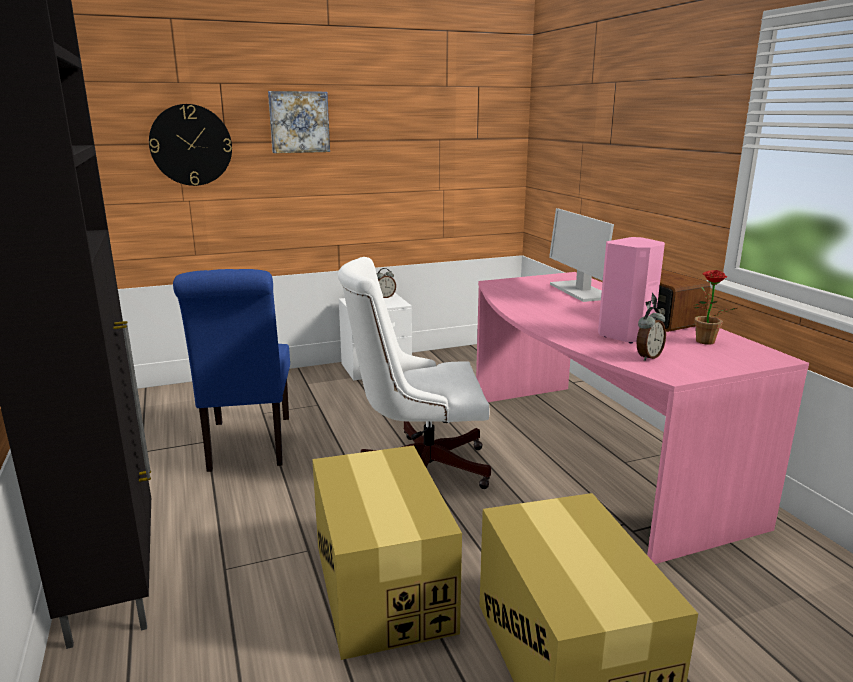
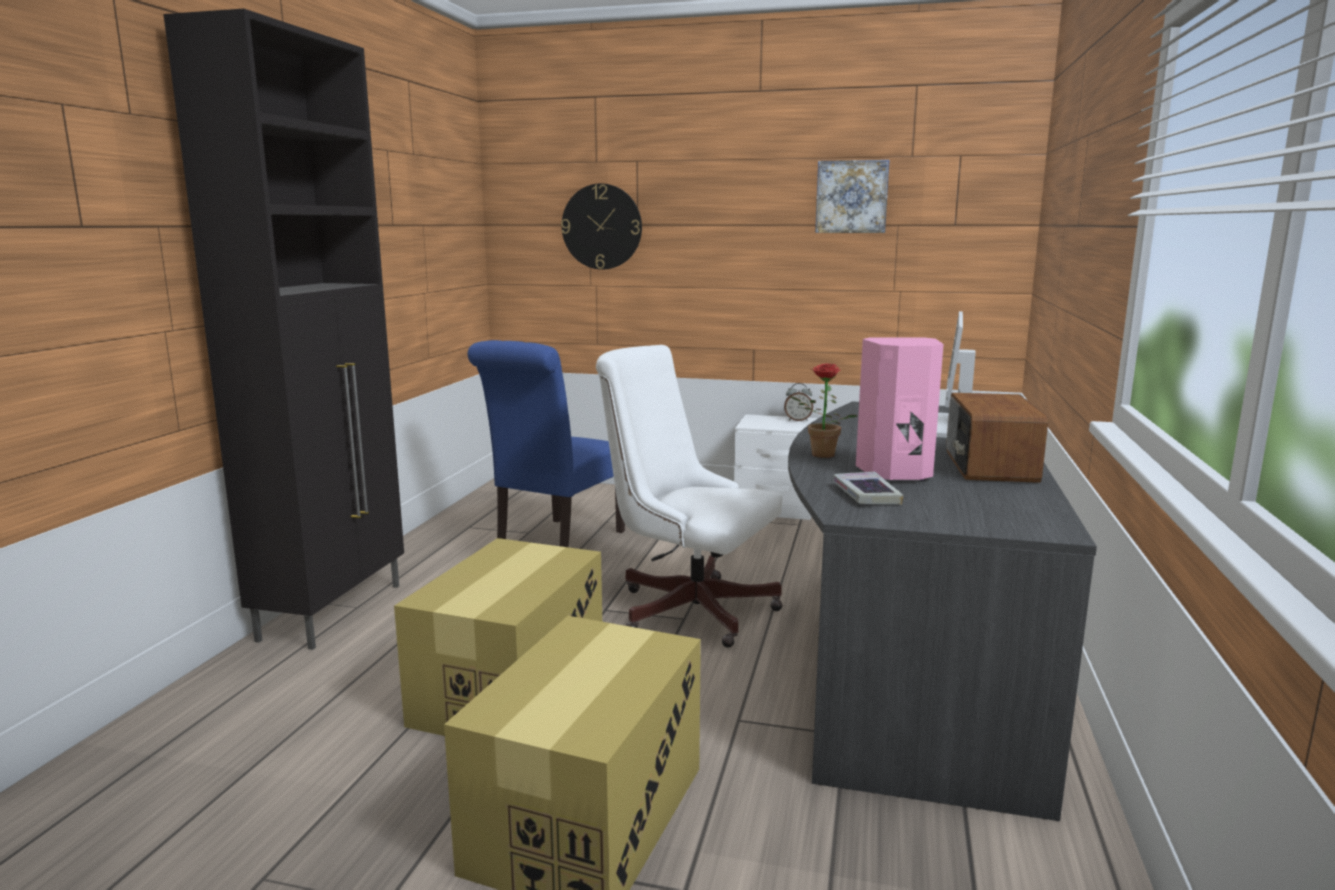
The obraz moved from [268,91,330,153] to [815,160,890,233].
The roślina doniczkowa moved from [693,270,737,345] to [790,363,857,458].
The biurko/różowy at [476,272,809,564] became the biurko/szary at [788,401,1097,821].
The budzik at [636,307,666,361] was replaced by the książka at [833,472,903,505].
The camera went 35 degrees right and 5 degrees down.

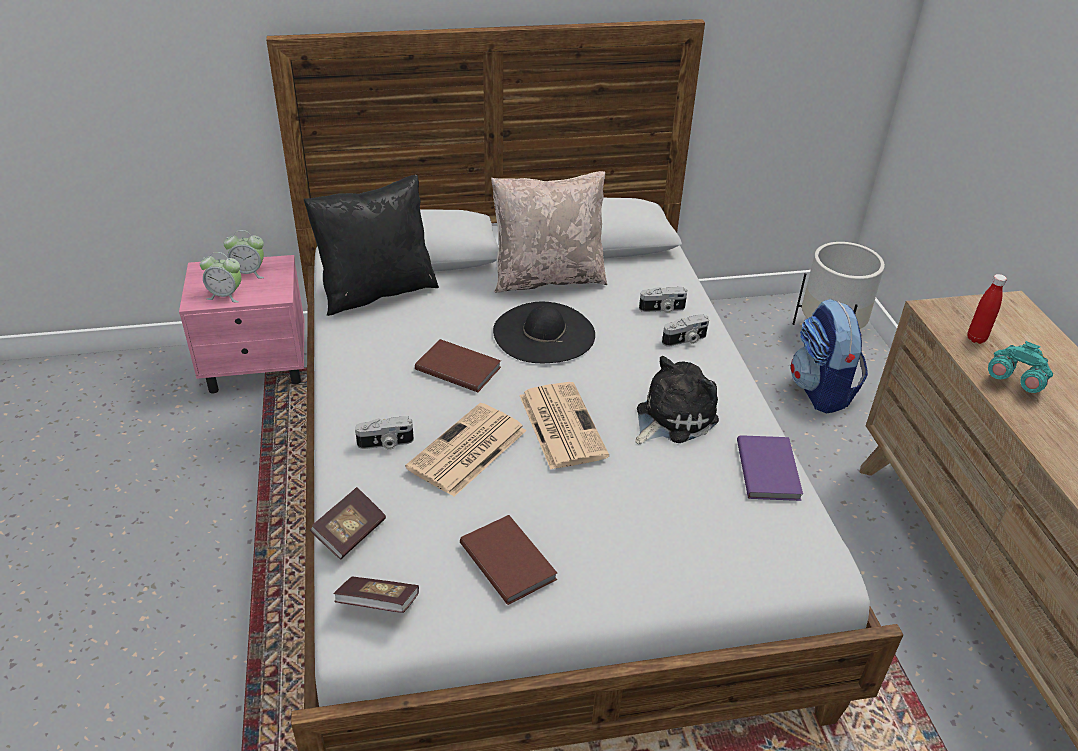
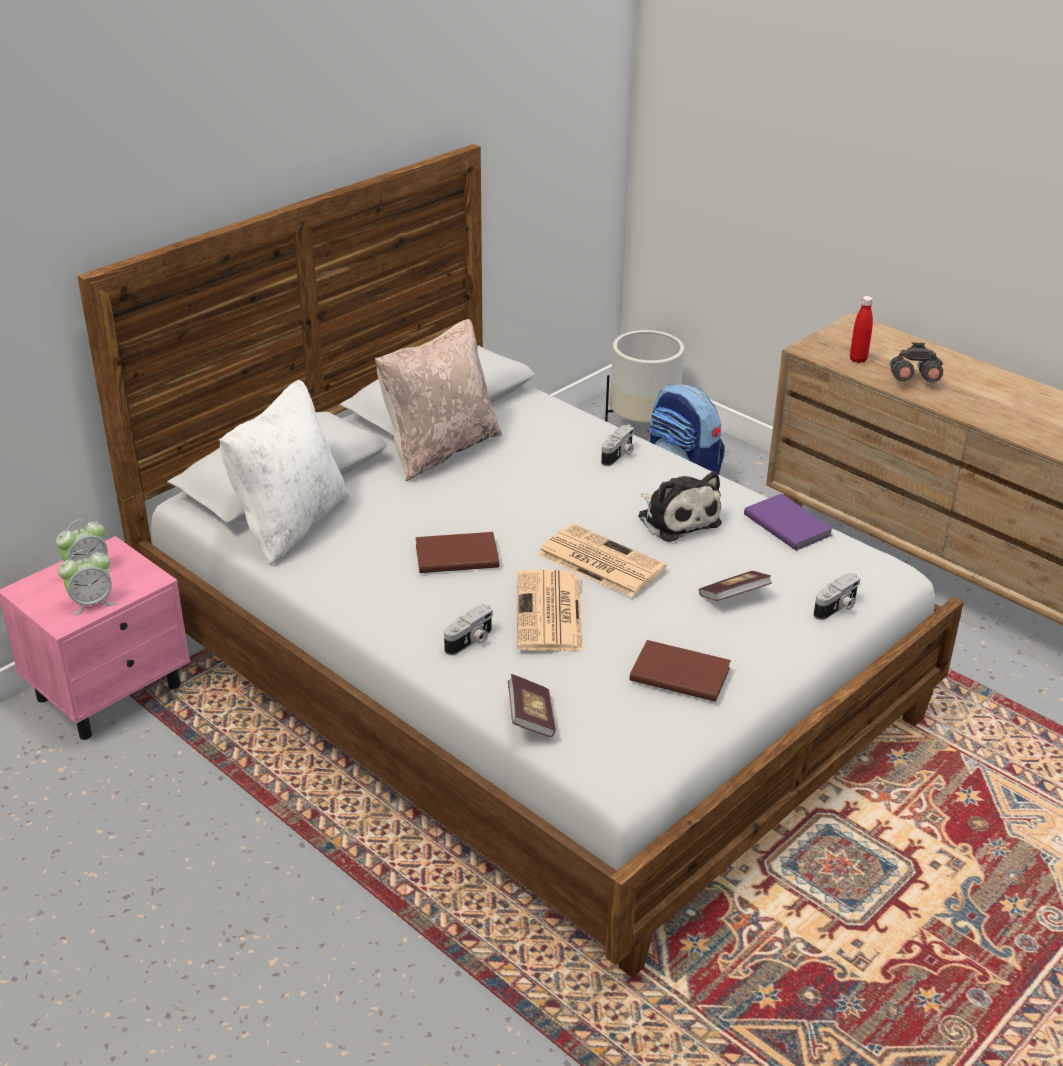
The poduszka/czarny at [304,175,439,316] became the poduszka/biały at [219,380,350,565].
The aparat fotograficzny moved from [639,287,687,313] to [814,573,860,620].
The kapelusz/czarny at [493,302,595,363] disappeared.
The lornetka/turkusowy at [988,341,1053,393] became the lornetka/szary at [890,342,943,383].
The pluszak at [635,356,719,444] turned 135 degrees clockwise.
The książka moved from [334,577,419,613] to [699,571,772,601].
The camera went 35 degrees left and 5 degrees down.

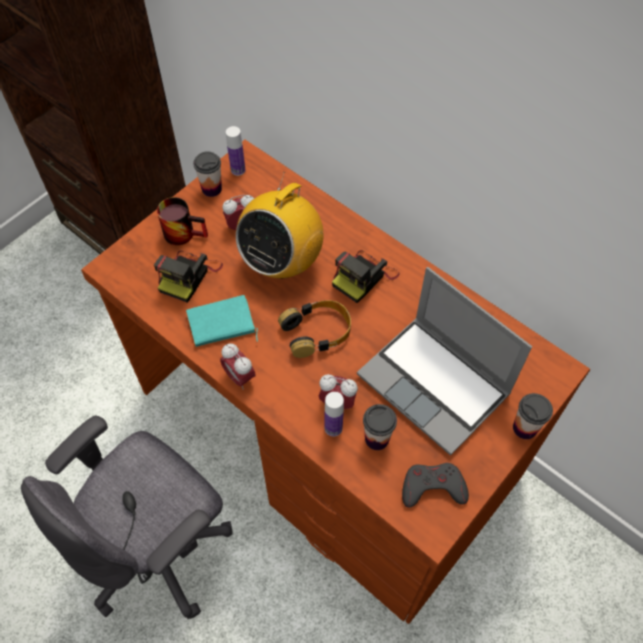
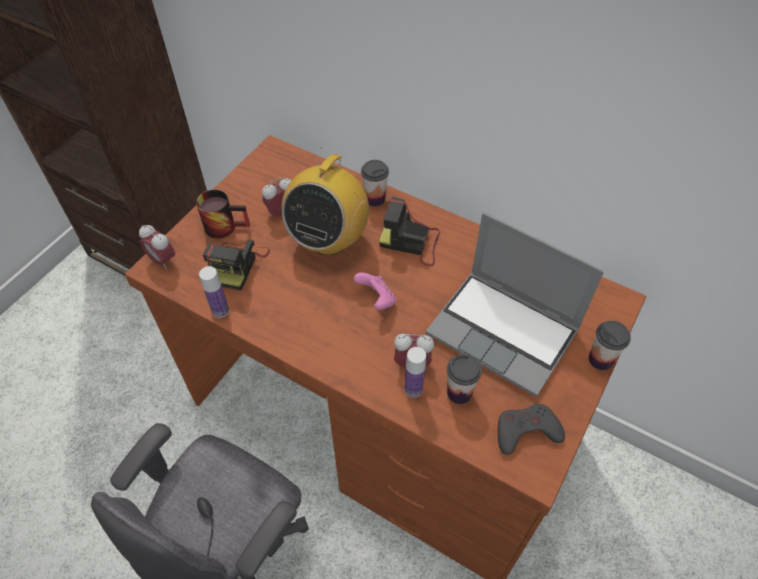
The butelka moved from [226,126,245,176] to [199,266,229,318].
The filiżanka moved from [193,151,222,197] to [361,160,389,206].
The aparat fotograficzny at [332,250,400,303] turned 75 degrees clockwise.
The książka/turkusowy at [186,295,258,347] disappeared.
The słuchawki at [278,300,351,358] was replaced by the pad do gier/różowy at [354,272,396,310].
The budzik moved from [220,343,256,390] to [139,225,175,270].
The camera went 10 degrees left and 5 degrees down.

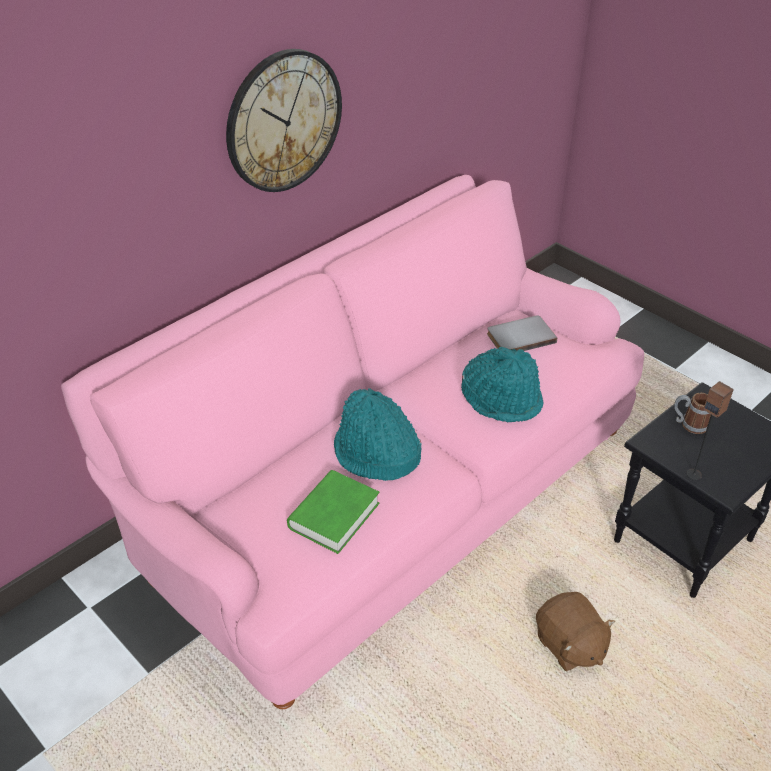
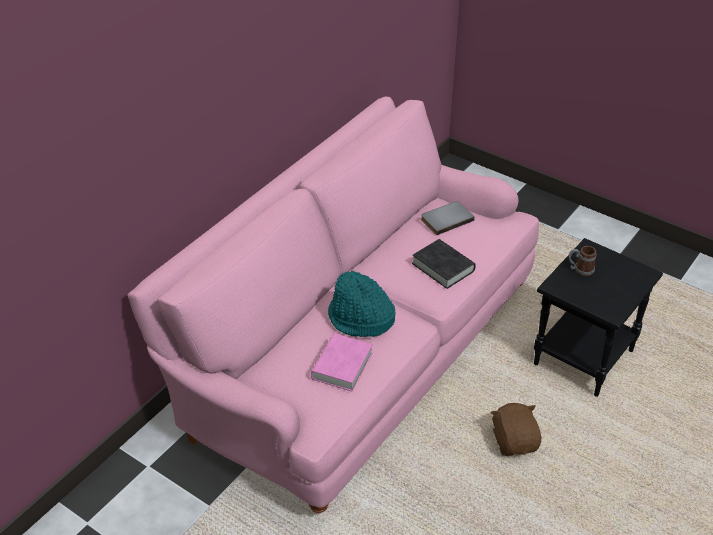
The zegar ścienny at [226,49,342,192] disappeared.
The kapelusz/turkusowy at [461,347,543,422] was replaced by the książka/czarny at [412,239,476,289].
The głośnik at [686,381,734,480] disappeared.
The książka/zielony at [287,470,379,554] became the książka/różowy at [311,334,373,392].
The pluszak/brązowy at [536,592,615,671] turned 150 degrees counterclockwise.
The camera went 10 degrees left and 0 degrees up.

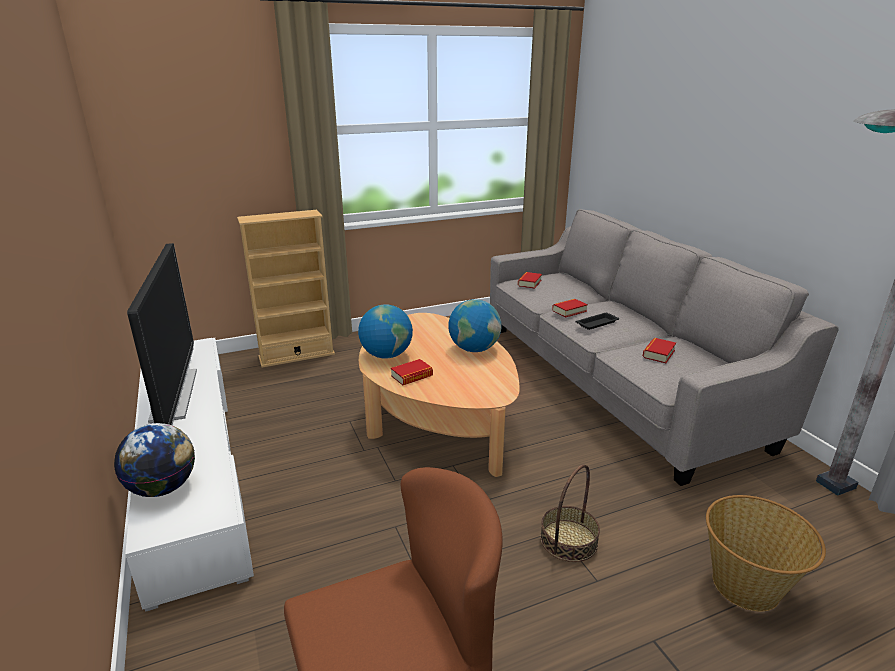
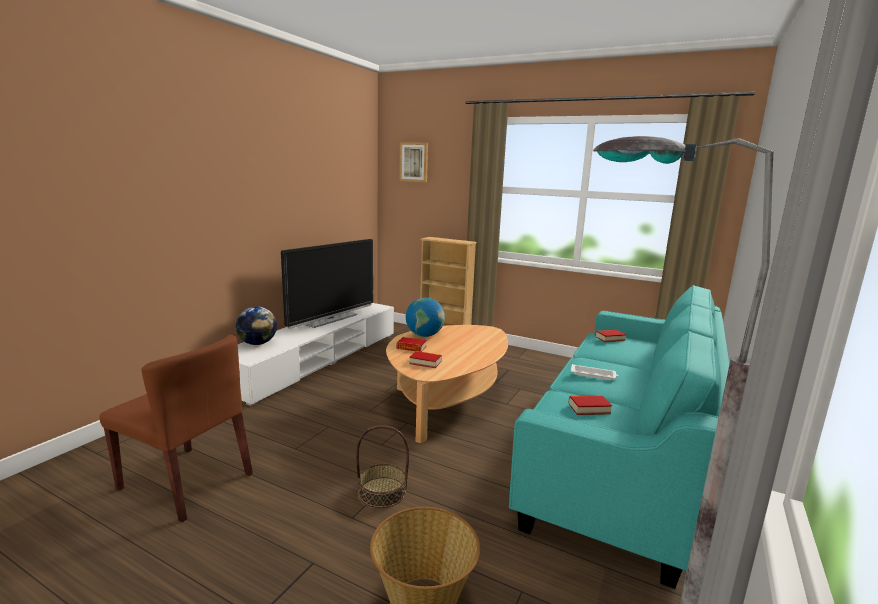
The kanapa/szary at [490,209,839,486] became the kanapa/turkusowy at [509,285,729,589].
The globus at [448,299,501,352] disappeared.
The książka moved from [552,299,588,317] to [409,351,442,368].
The taca/czarny at [576,313,619,330] became the taca/biały at [571,364,618,380].
The obraz at [399,142,428,182] appeared.
The camera went 50 degrees right and 10 degrees down.

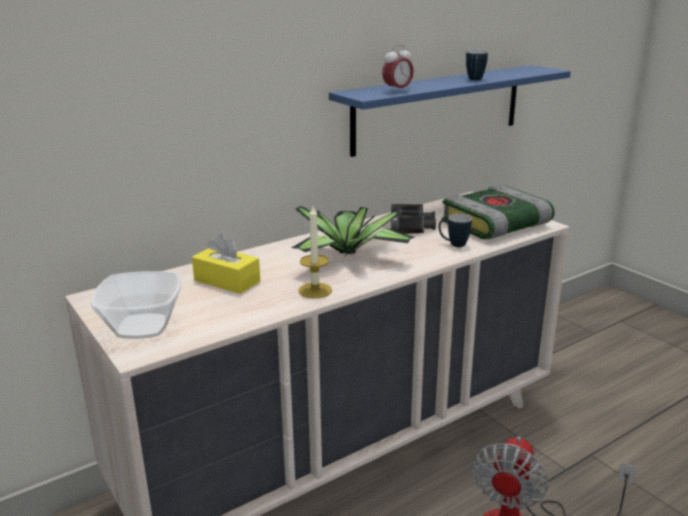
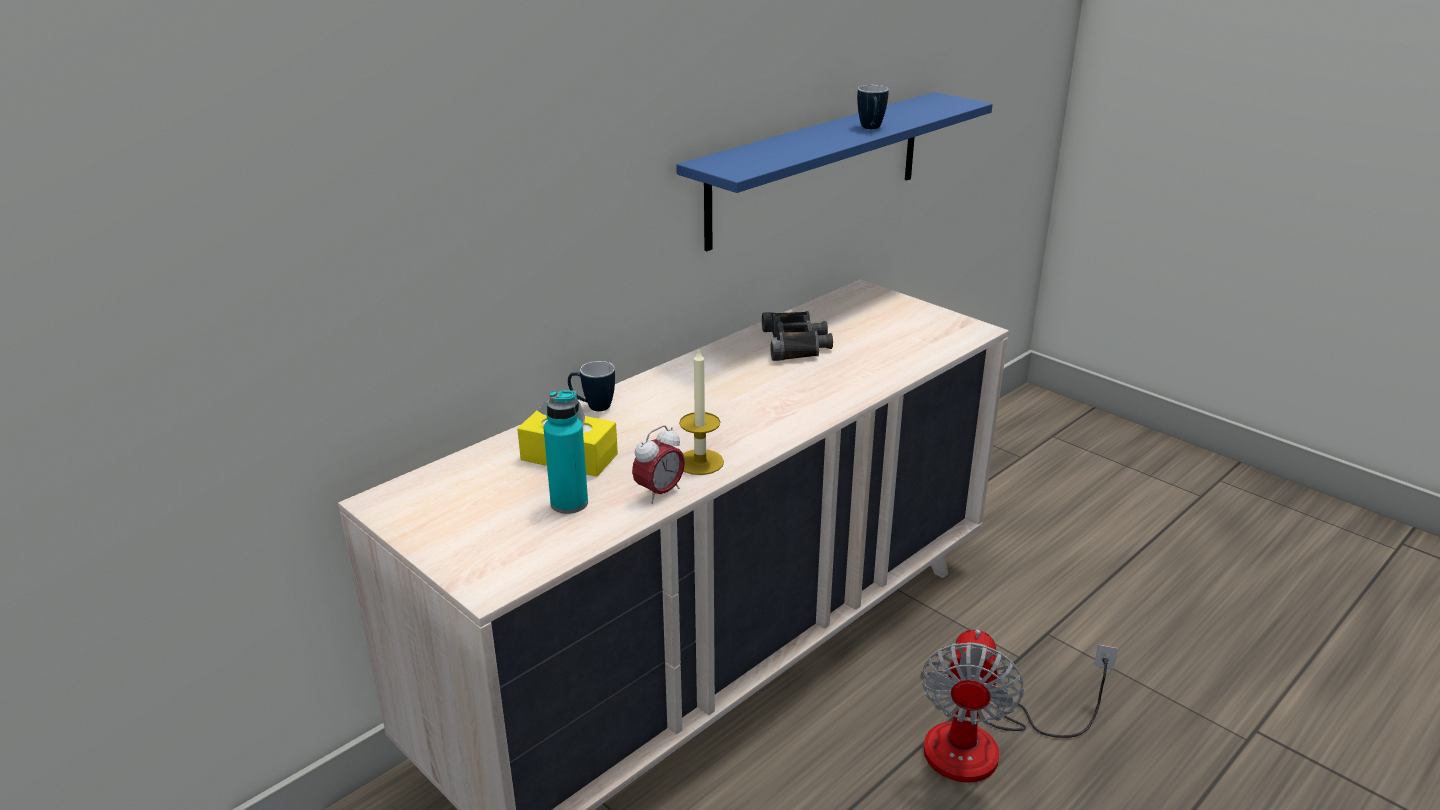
The budzik moved from [382,45,414,93] to [632,425,685,504].
The książka at [442,184,555,240] disappeared.
The roślina doniczkowa at [291,206,415,256] disappeared.
The kubek moved from [438,214,472,247] to [568,361,615,411].
The miska at [91,271,181,339] disappeared.
The butelka/turkusowy at [544,390,588,514] appeared.
The camera went 10 degrees left and 5 degrees up.

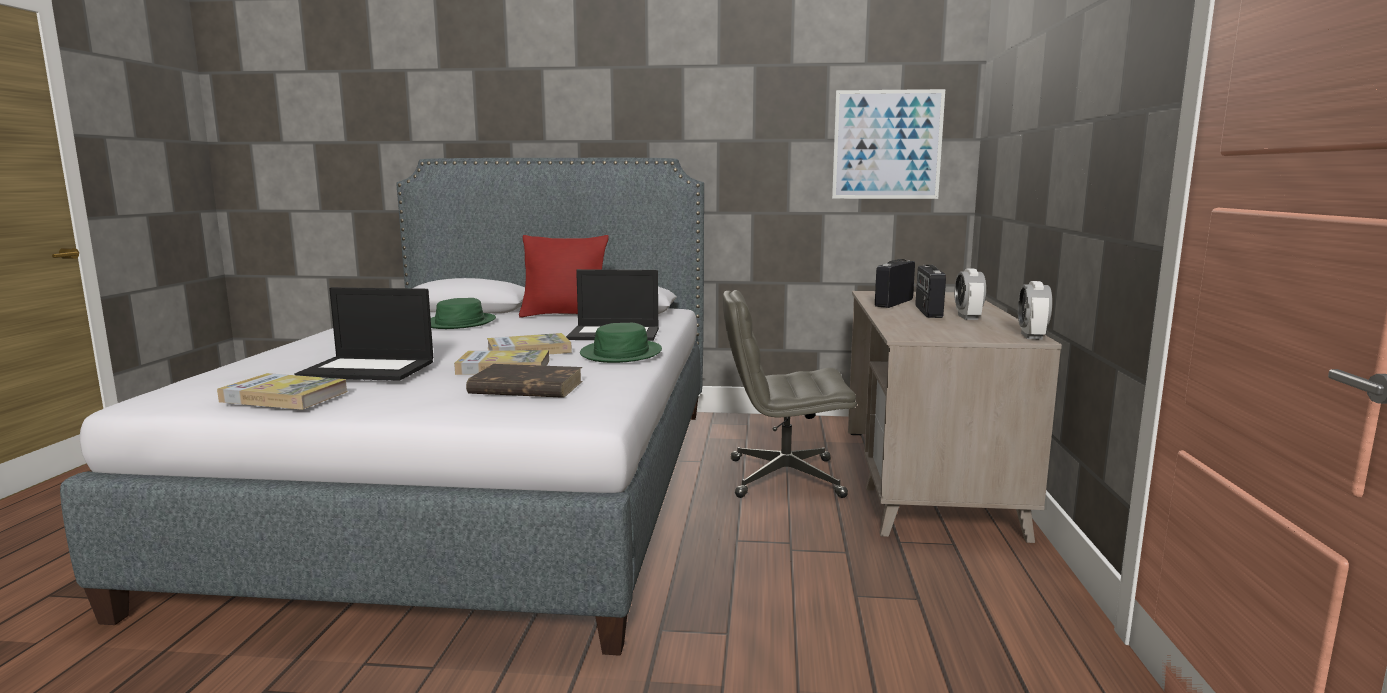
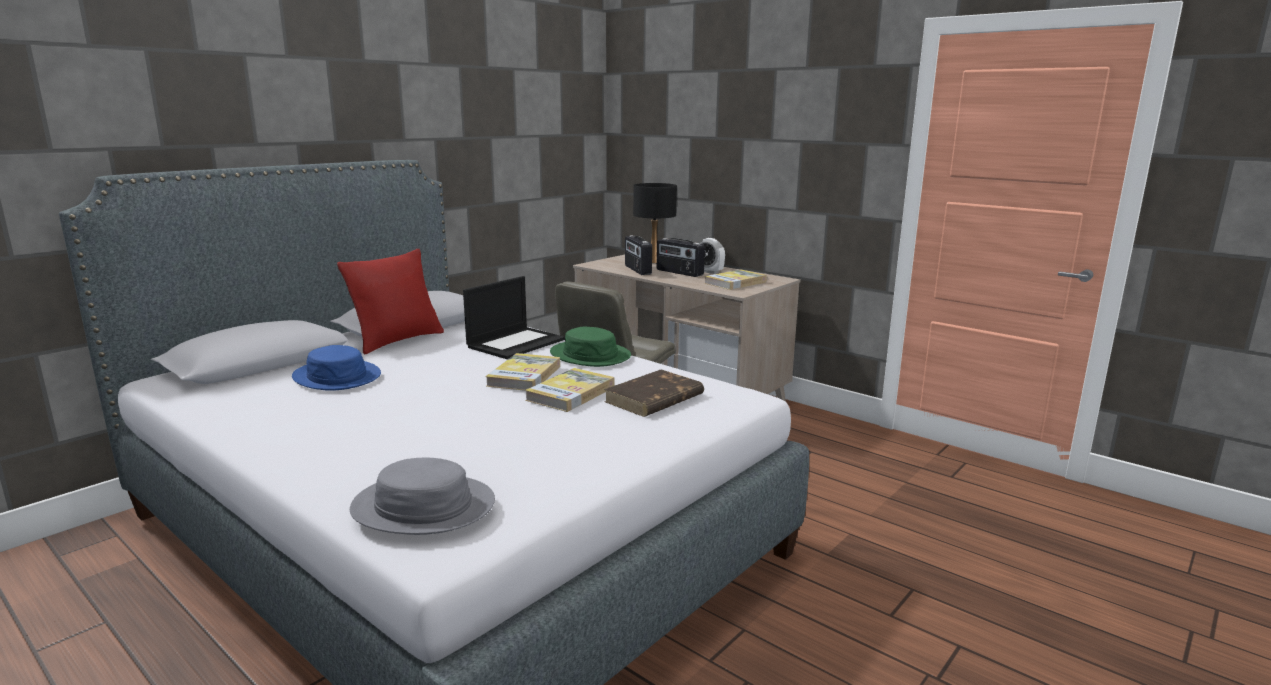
The obraz at [832,89,945,199] disappeared.
The budzik at [1018,281,1052,340] disappeared.
The laptop at [294,287,433,381] disappeared.
The kapelusz/zielony at [431,298,496,329] became the kapelusz/niebieski at [292,345,381,391].
The książka moved from [217,373,348,410] to [704,269,767,290].
The lampa stołowa/czarny at [633,183,677,263] appeared.
The kapelusz/szary at [350,458,495,535] appeared.
The camera went 55 degrees left and 5 degrees up.

